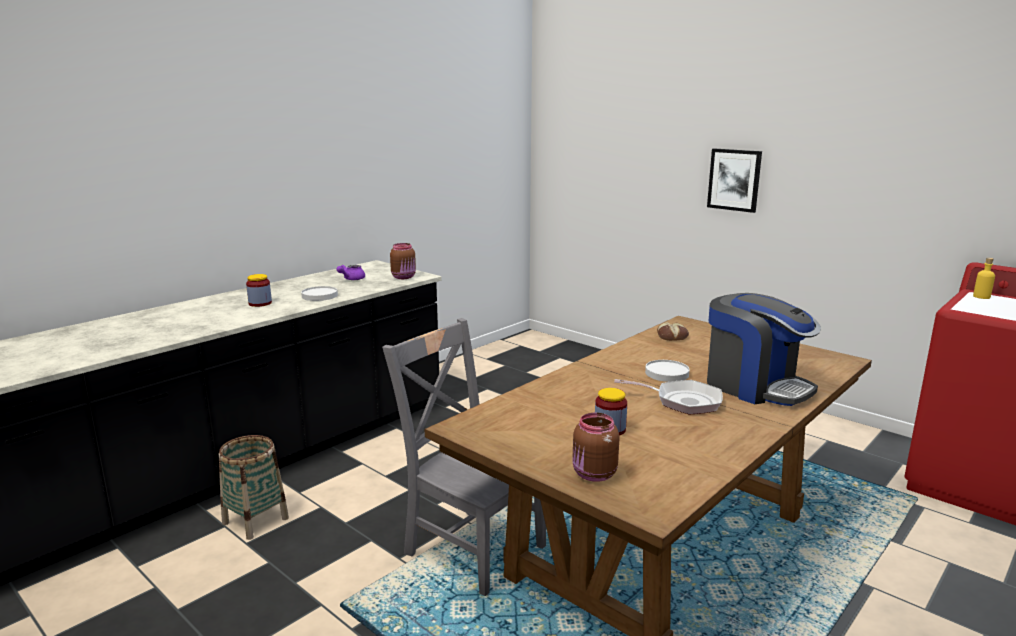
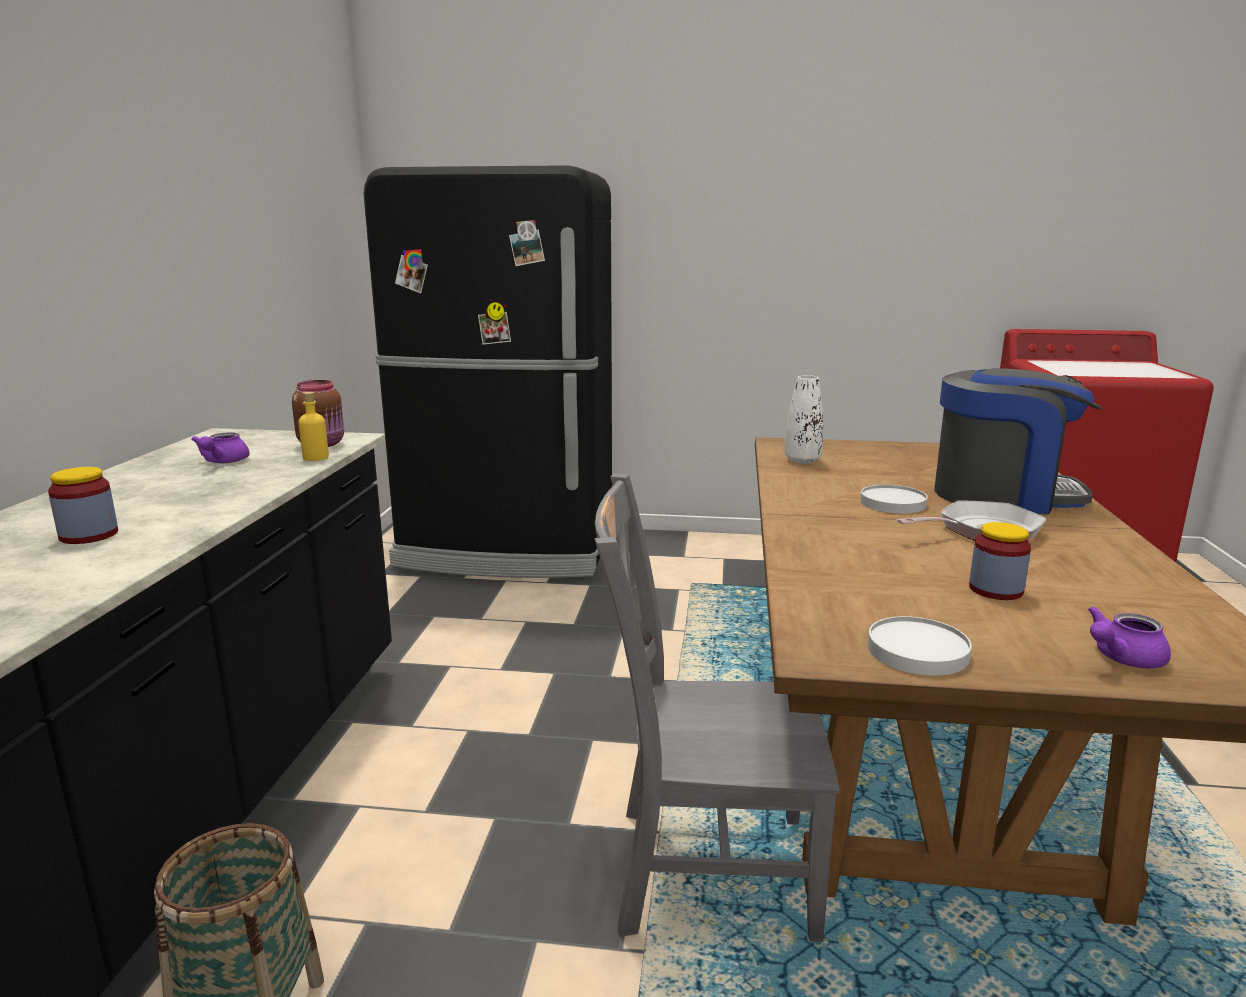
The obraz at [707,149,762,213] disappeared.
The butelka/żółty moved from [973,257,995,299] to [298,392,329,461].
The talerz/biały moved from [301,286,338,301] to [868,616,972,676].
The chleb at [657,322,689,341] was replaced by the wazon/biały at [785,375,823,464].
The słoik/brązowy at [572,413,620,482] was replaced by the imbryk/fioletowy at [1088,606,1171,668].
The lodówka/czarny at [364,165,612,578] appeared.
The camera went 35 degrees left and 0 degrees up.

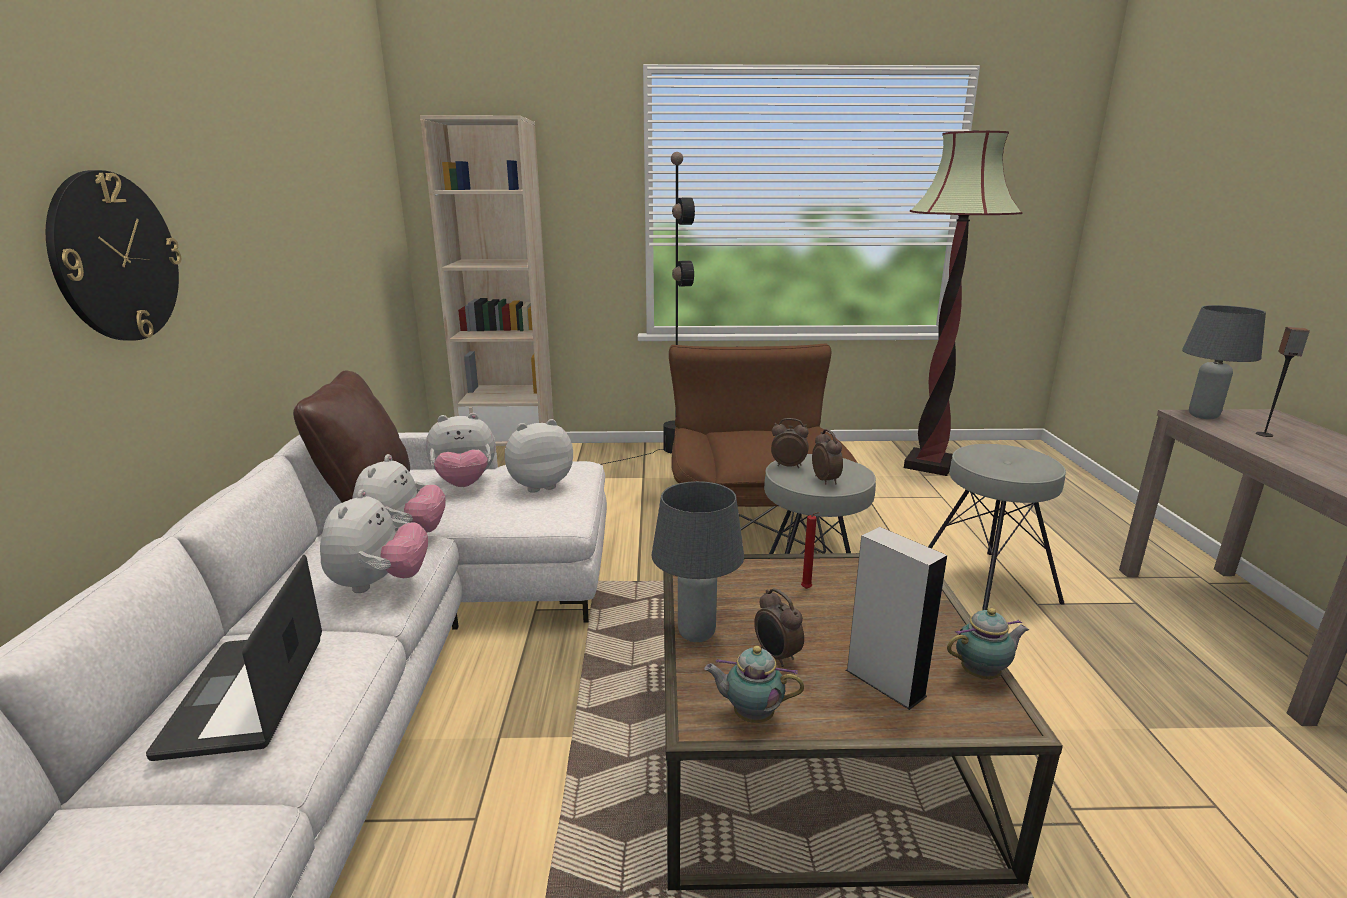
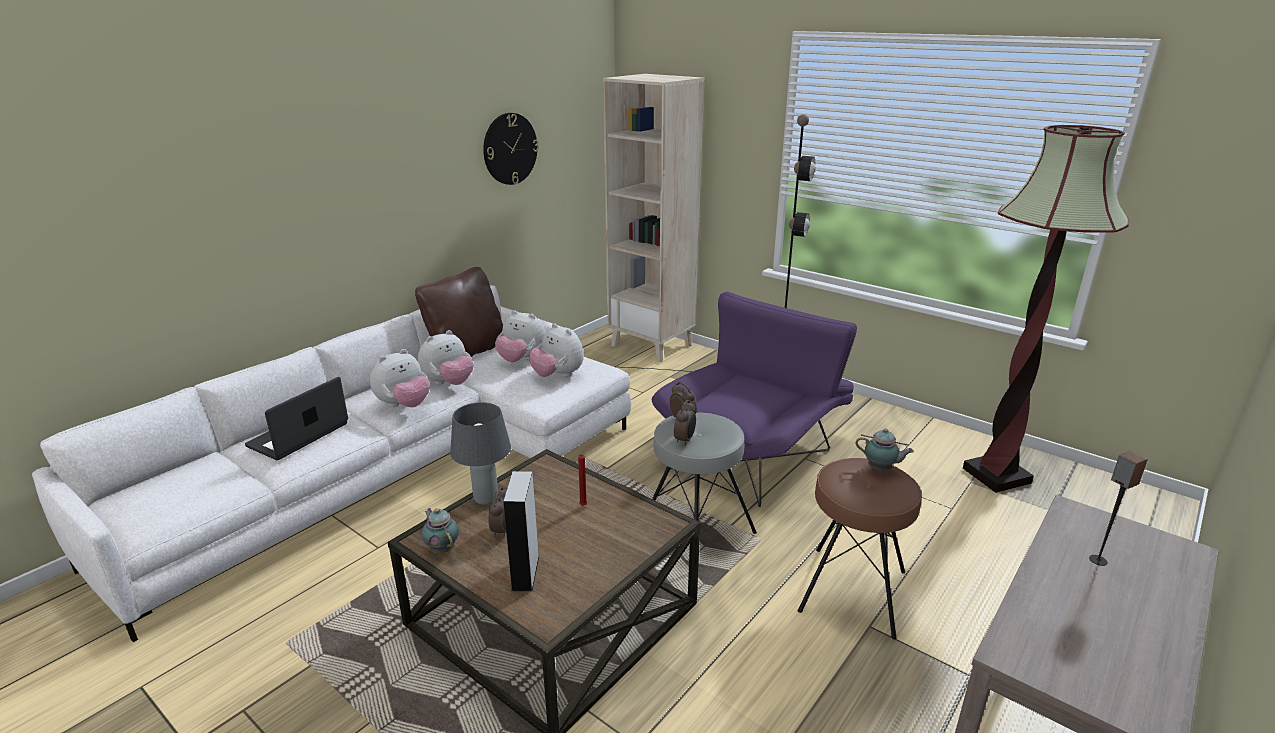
The zegar ścienny moved from [46,170,181,341] to [483,113,539,185].
The lampa stołowa/szary at [1182,305,1266,419] disappeared.
The fotel/brązowy at [669,344,857,553] became the fotel/fioletowy at [652,292,857,507].
The pluszak at [505,419,573,493] turned 150 degrees counterclockwise.
The stołek/szary at [928,444,1066,610] became the stołek/brązowy at [798,458,922,639].
The imbryk moved from [947,608,1029,679] to [855,428,914,471].
The camera went 40 degrees right and 5 degrees up.

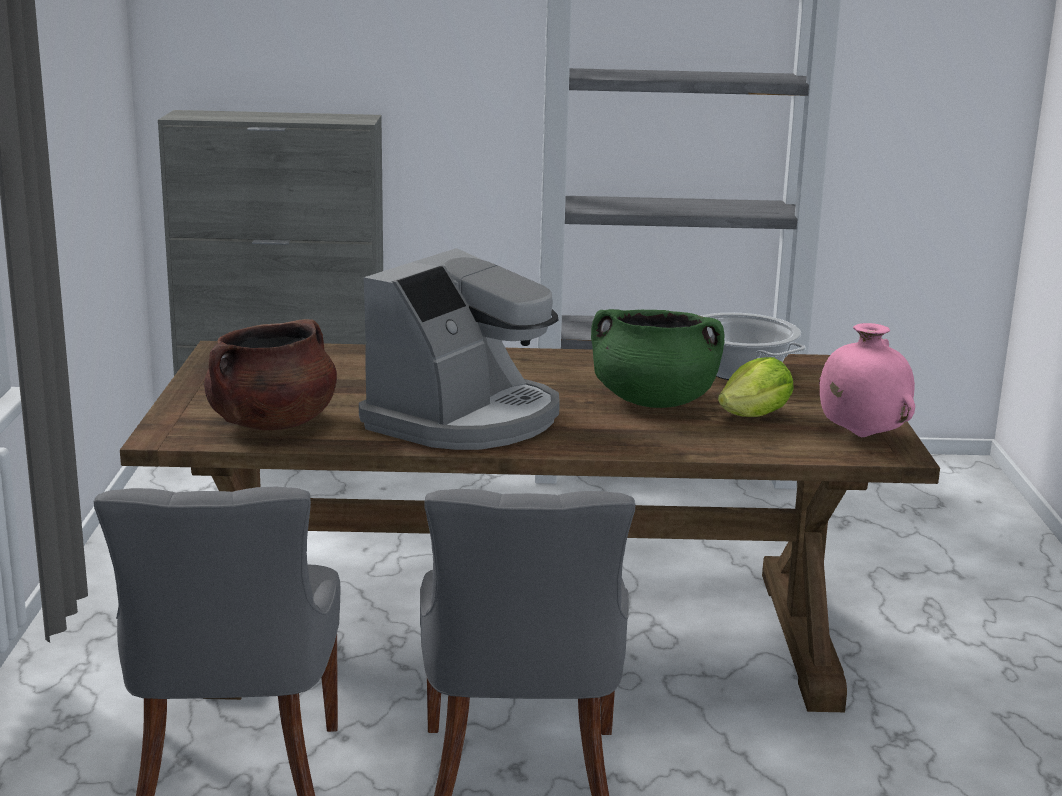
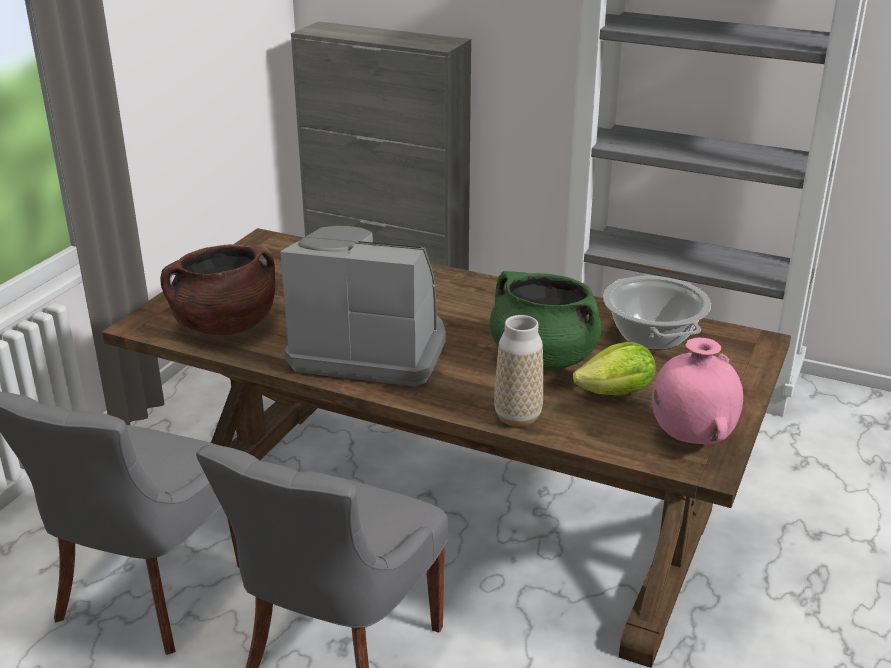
The ekspres do kawy at [359,248,560,450] turned 135 degrees counterclockwise.
The wazon at [494,315,543,427] appeared.
The camera went 25 degrees right and 10 degrees up.

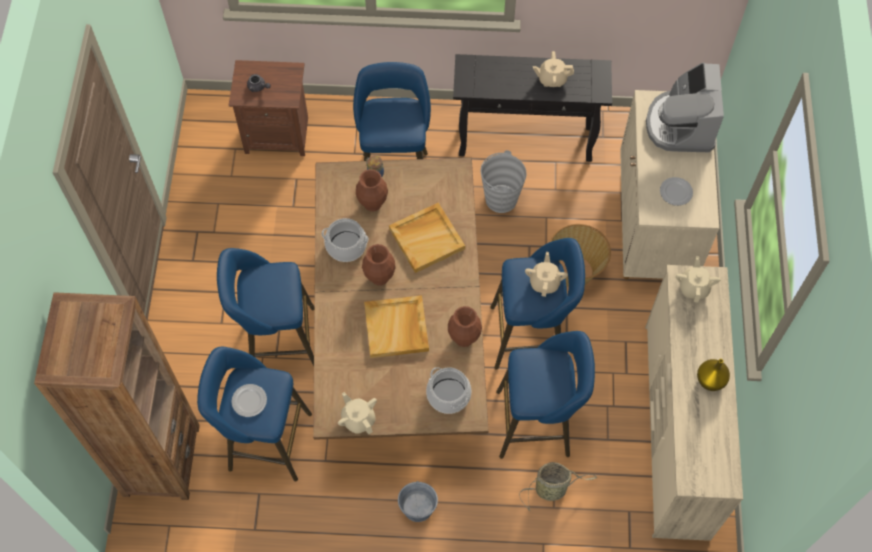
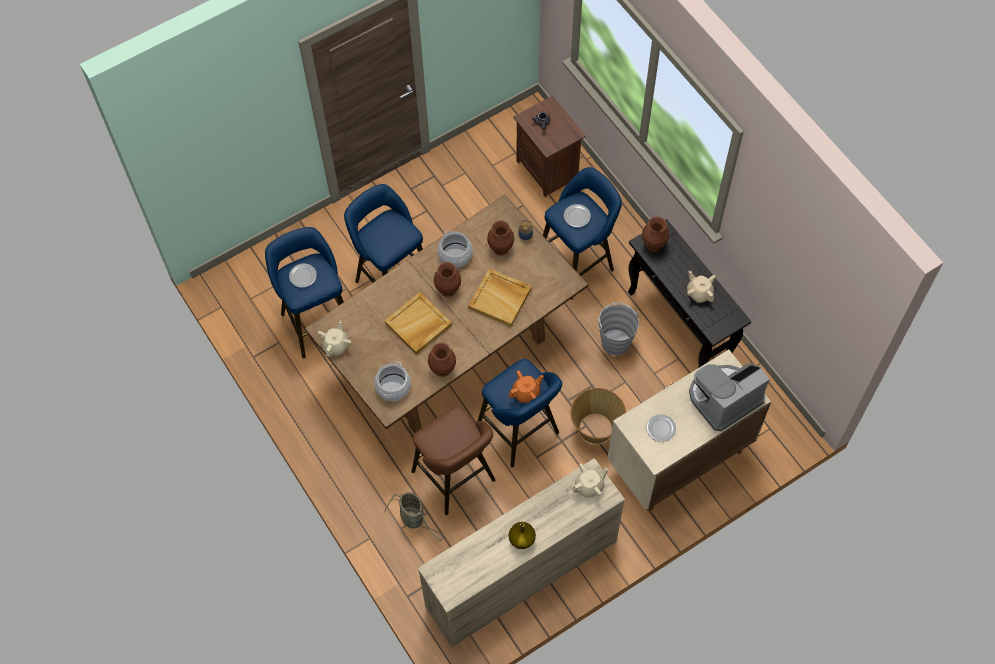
The imbryk/beżowy at [525,252,568,297] became the imbryk/pomarańczowy at [509,370,544,403].
The regał/brązowy at [34,292,200,500] disappeared.
The stołek/niebieski at [496,331,595,459] became the stołek/brązowy at [411,406,495,515].
The wiadro/szary at [398,481,438,522] disappeared.
The talerz at [564,204,591,227] appeared.
The wazon/brązowy at [642,216,669,252] appeared.
The camera went 55 degrees right and 0 degrees up.

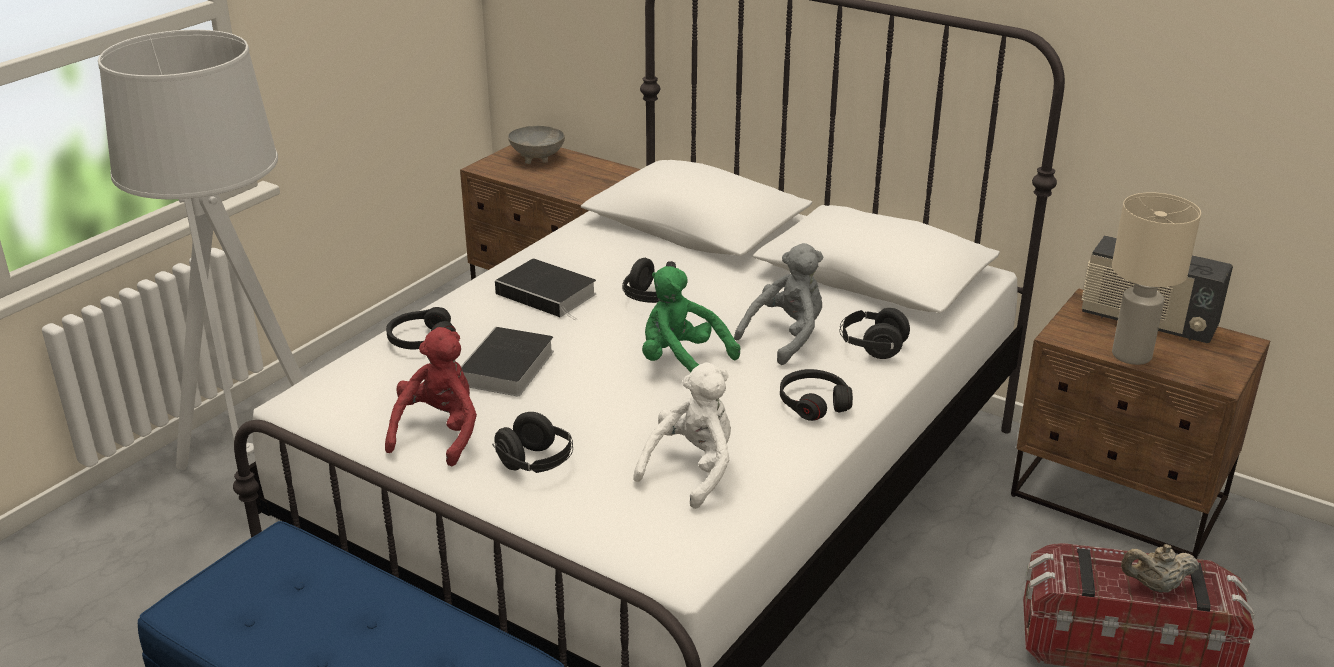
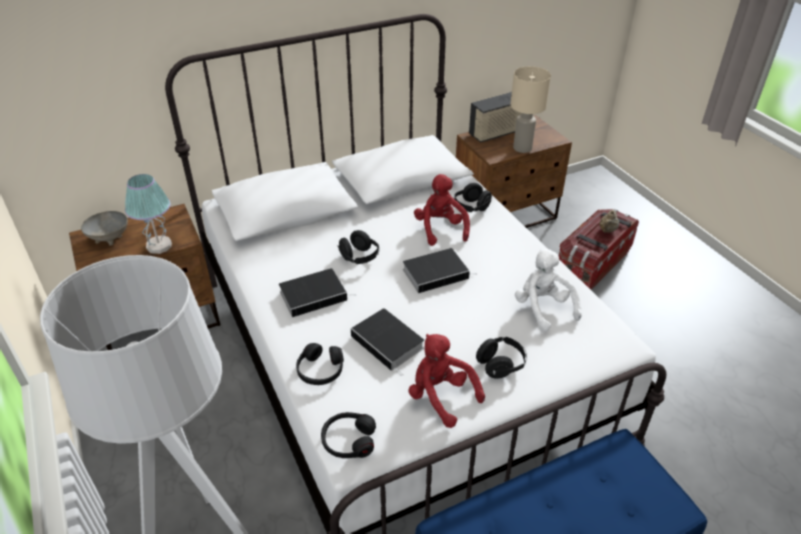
The pluszak/szary at [734,243,823,365] became the pluszak/czerwony at [414,174,470,246].
The pluszak/zielony at [642,266,740,372] was replaced by the książka at [403,248,476,293].
The słuchawki/czarny moved from [780,369,853,421] to [321,412,376,458].
The lampa stołowa at [125,174,172,254] appeared.
The camera went 60 degrees left and 10 degrees up.

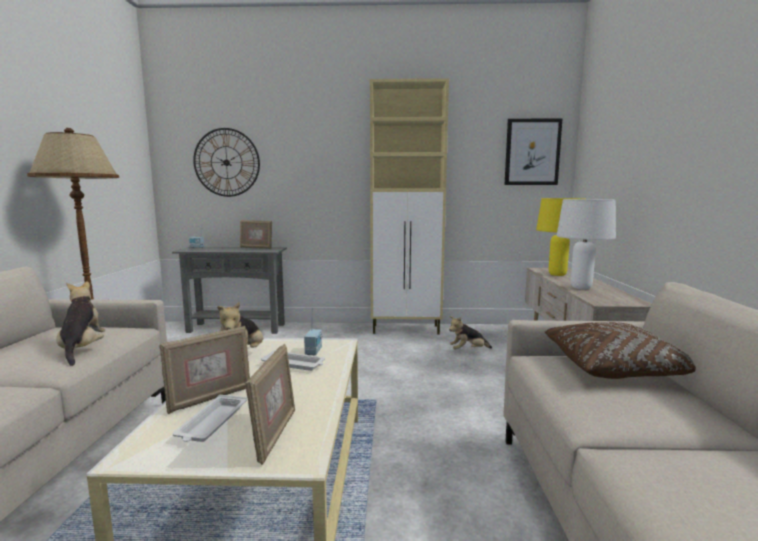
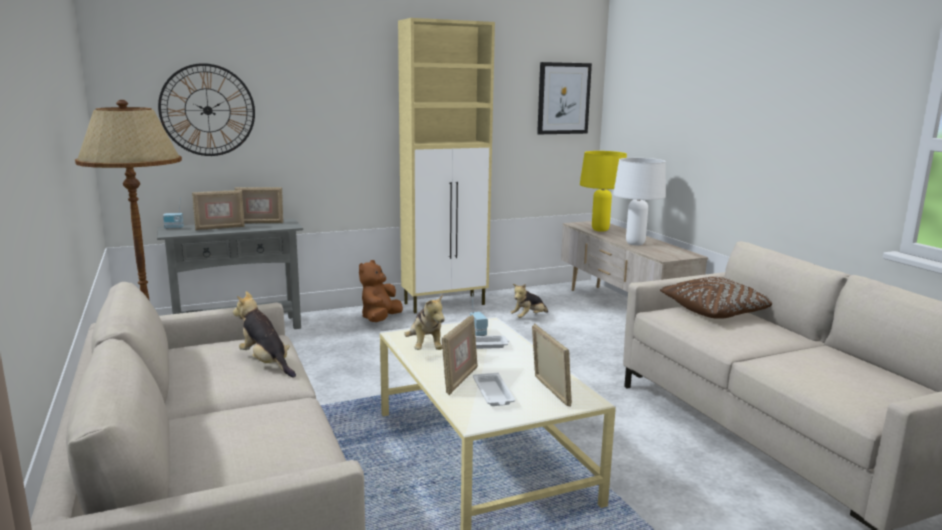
The ramka na zdjęcie at [192,190,245,231] appeared.
The pluszak/brązowy at [359,260,403,322] appeared.
The camera went 25 degrees left and 5 degrees up.

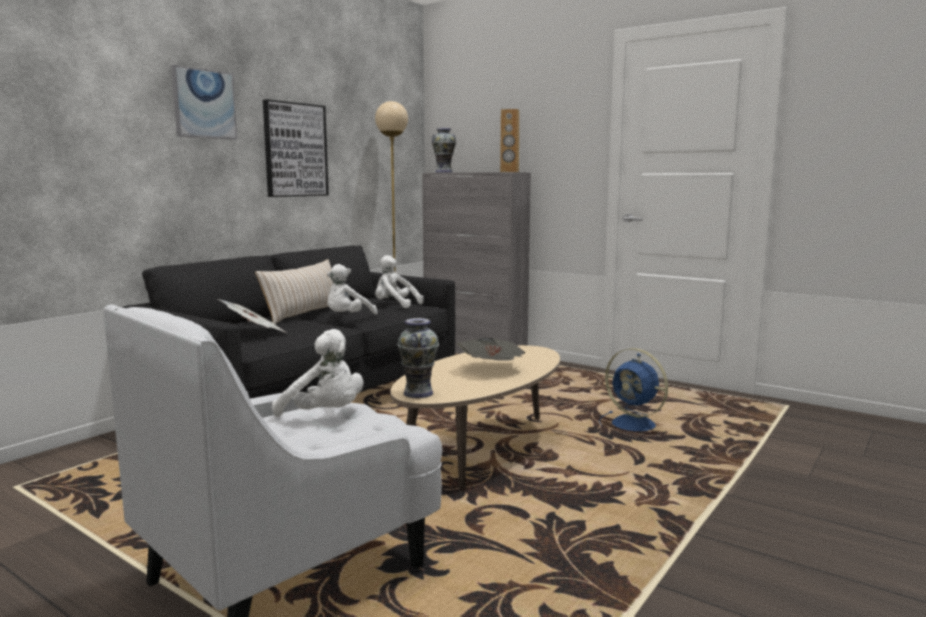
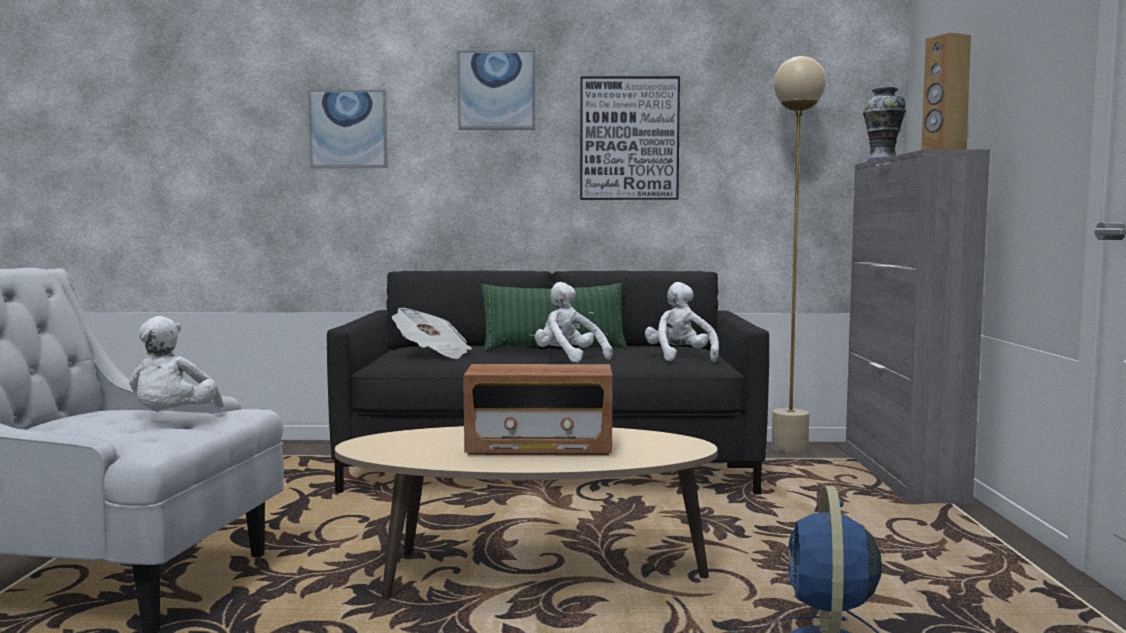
The poduszka/beżowy at [255,259,333,324] became the poduszka/zielony at [481,283,627,352].
The pluszak/biały at [327,264,378,315] turned 45 degrees clockwise.
The wazon at [397,318,439,398] disappeared.
The gazeta at [457,338,525,361] was replaced by the radio at [463,364,613,455].
The obraz at [308,90,388,168] appeared.
The camera went 55 degrees right and 5 degrees down.

